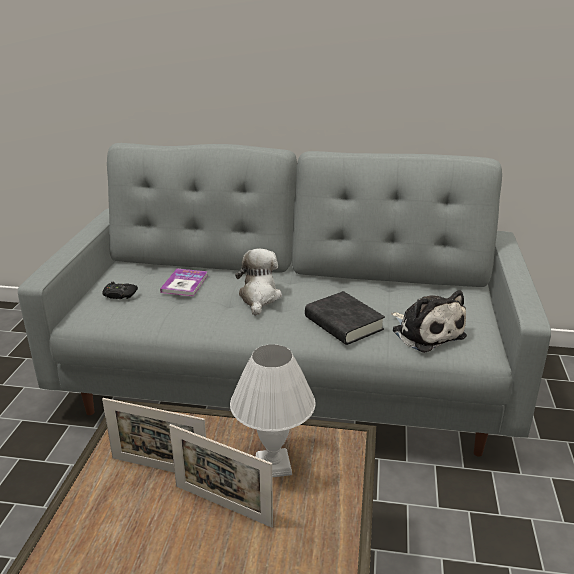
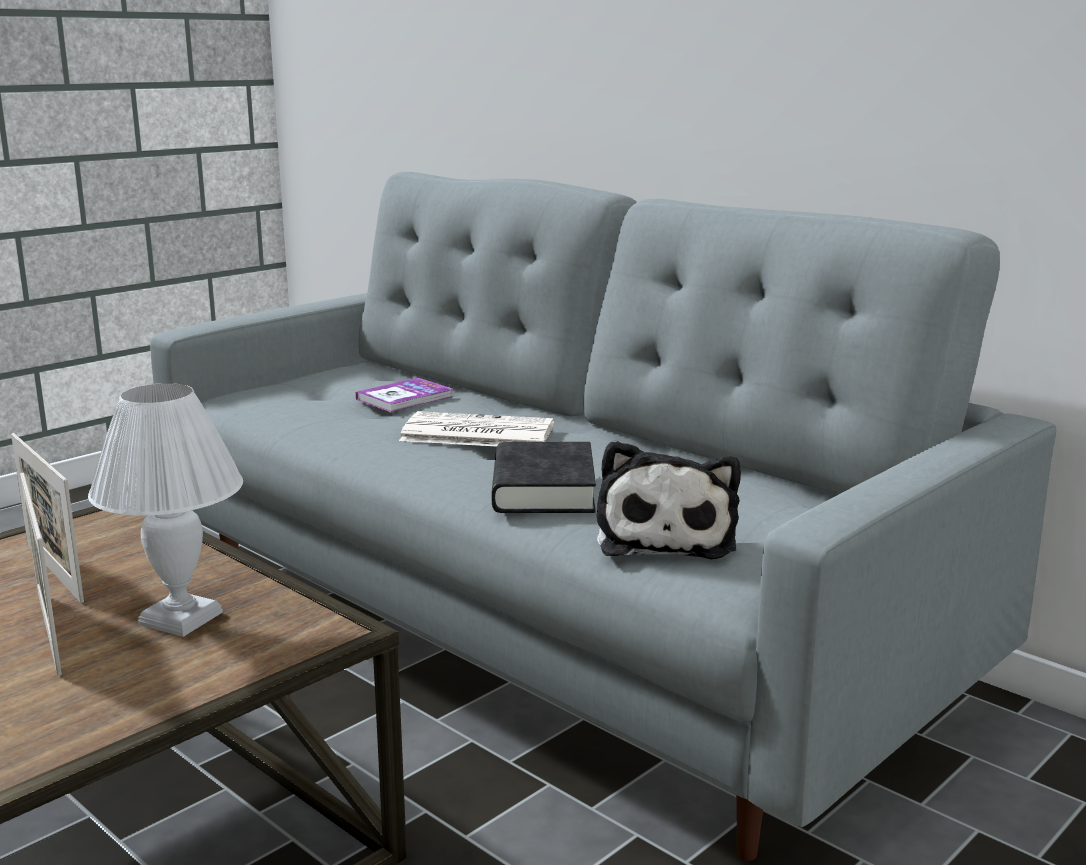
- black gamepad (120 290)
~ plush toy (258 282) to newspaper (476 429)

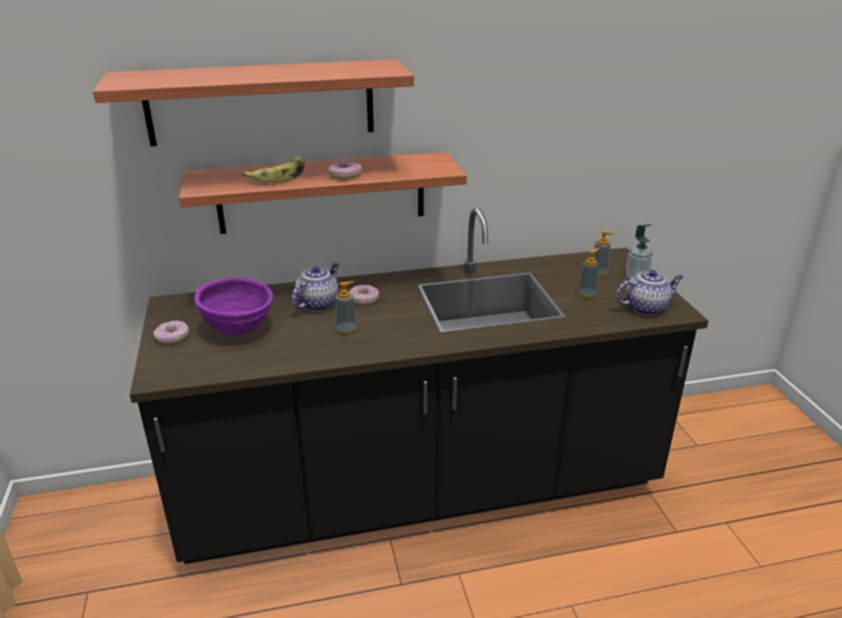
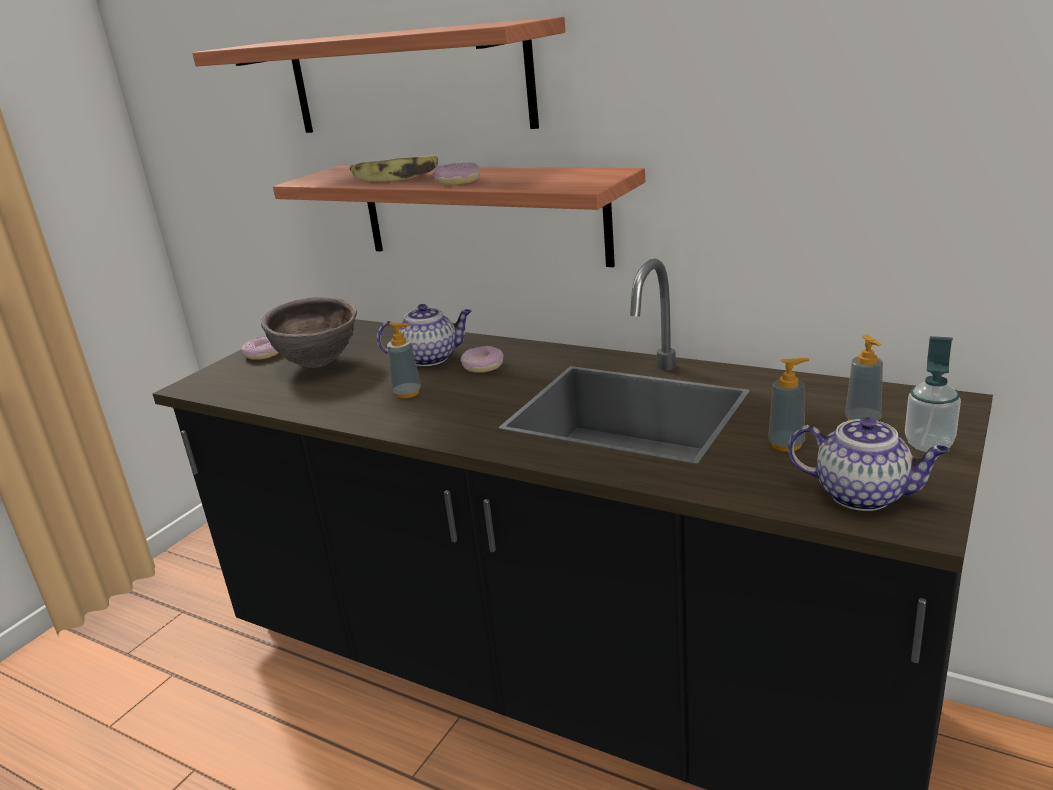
~ purplish serving bowl (233 306) to brownish serving bowl (309 332)

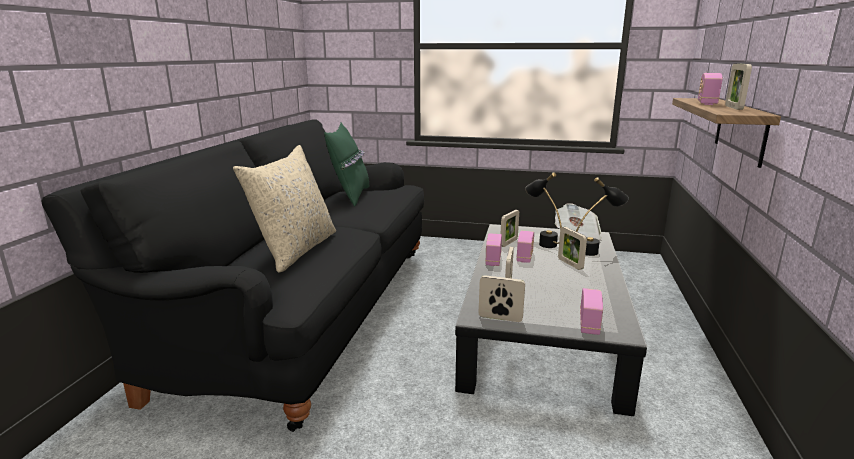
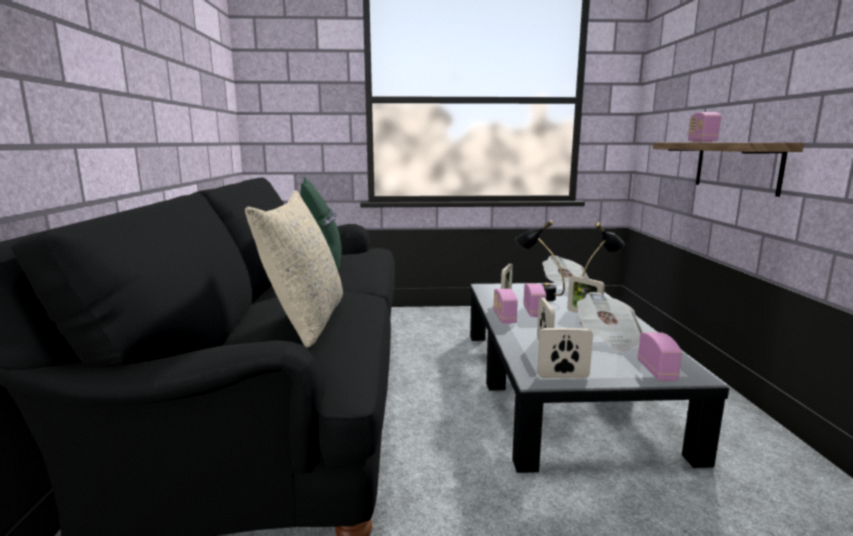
- picture frame (738 86)
+ newspaper (610 322)

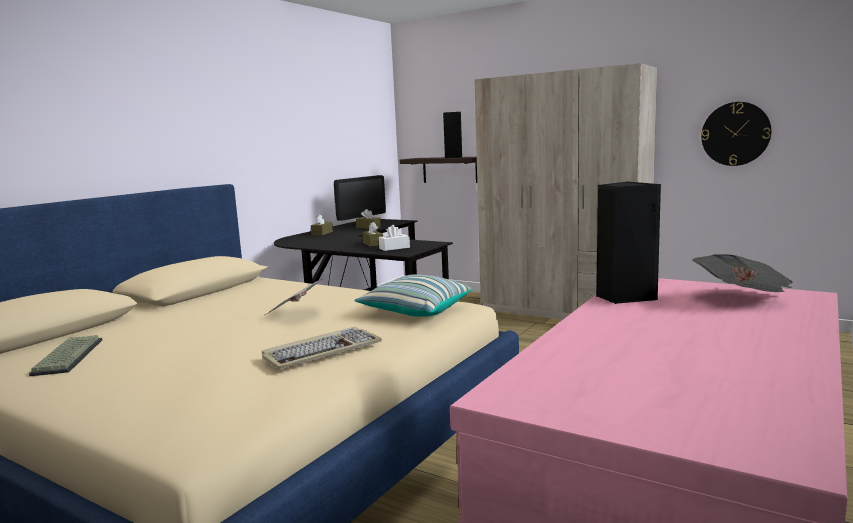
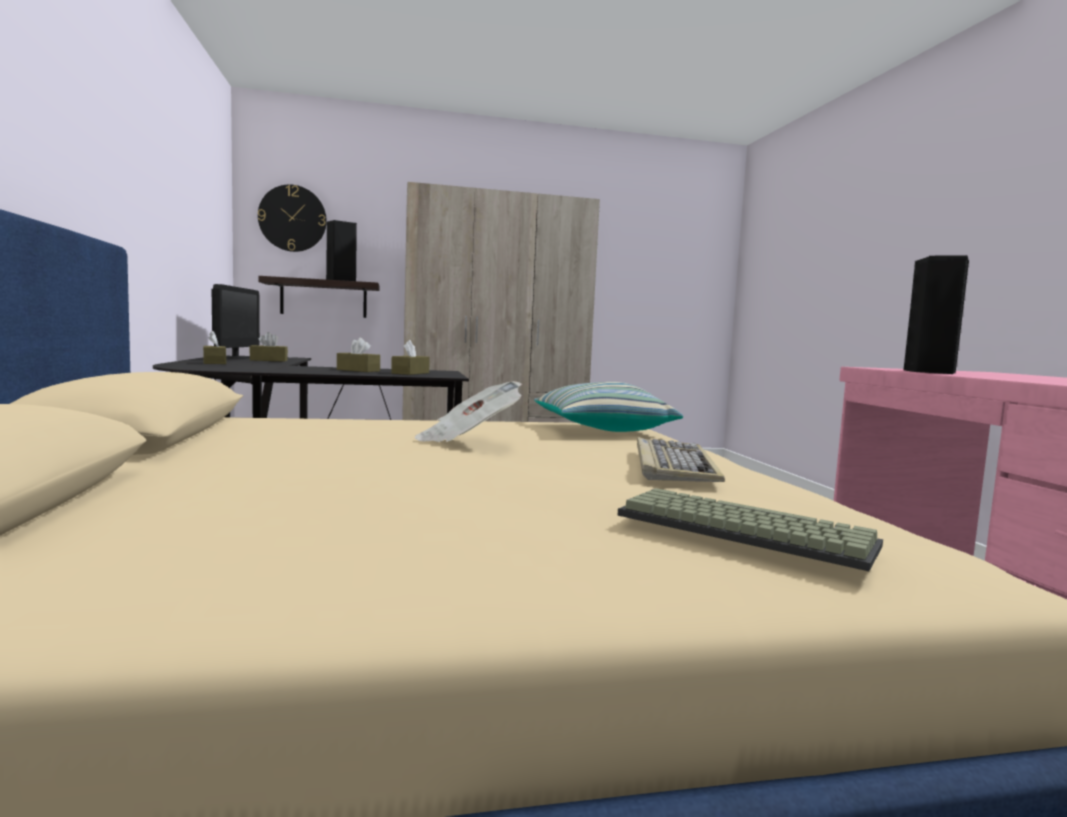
~ PC keyboard (65 355) to (750 529)
~ white box of tissues (394 238) to brownish box of tissues (410 357)
- newspaper (742 273)
~ clock on the wall (736 134) to (292 218)

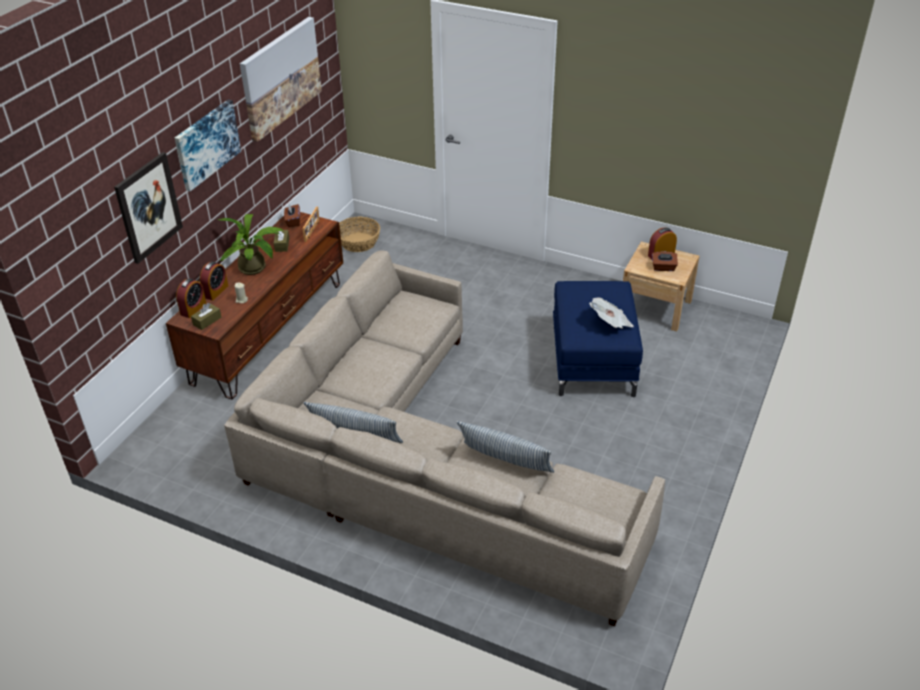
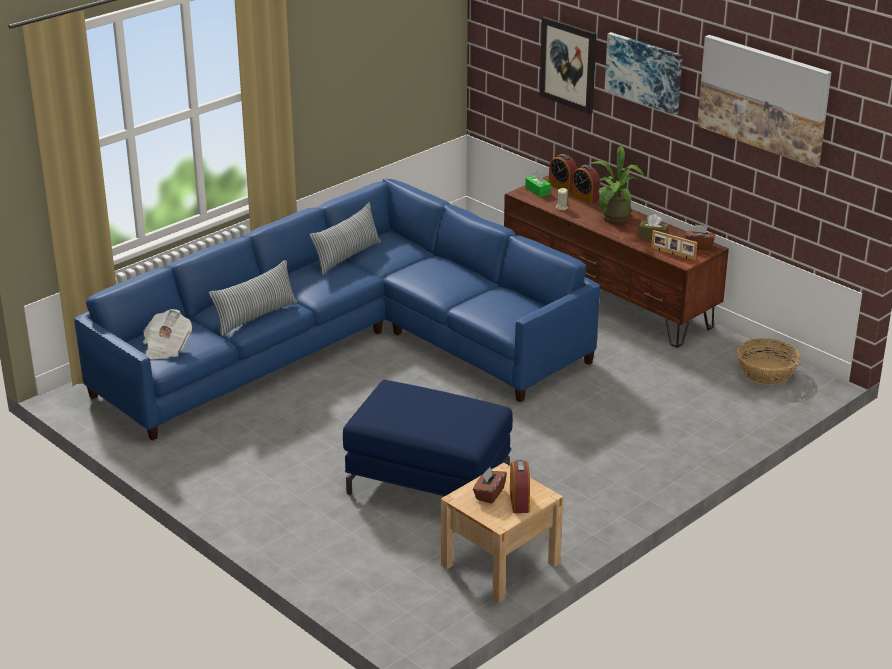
~ brownish box of tissues (206 316) to green-coloured box of tissues (538 184)
~ beige-coloured couch (444 439) to bluish couch (337 310)
~ newspaper (611 313) to (167 334)

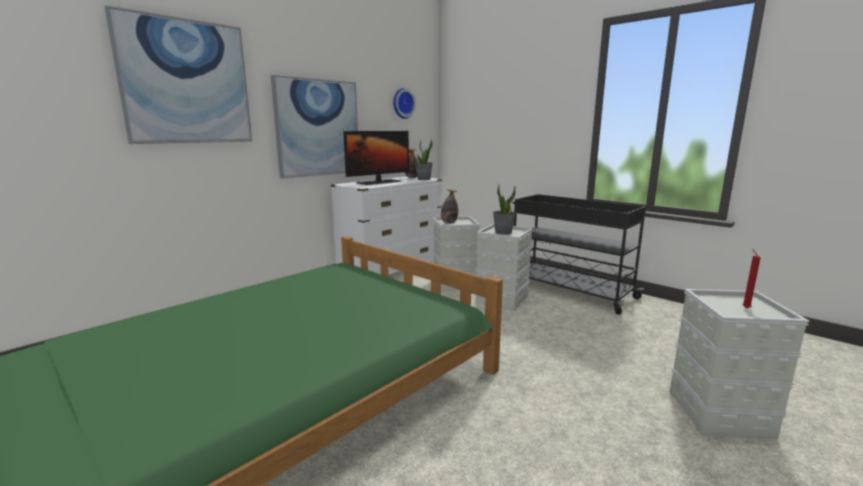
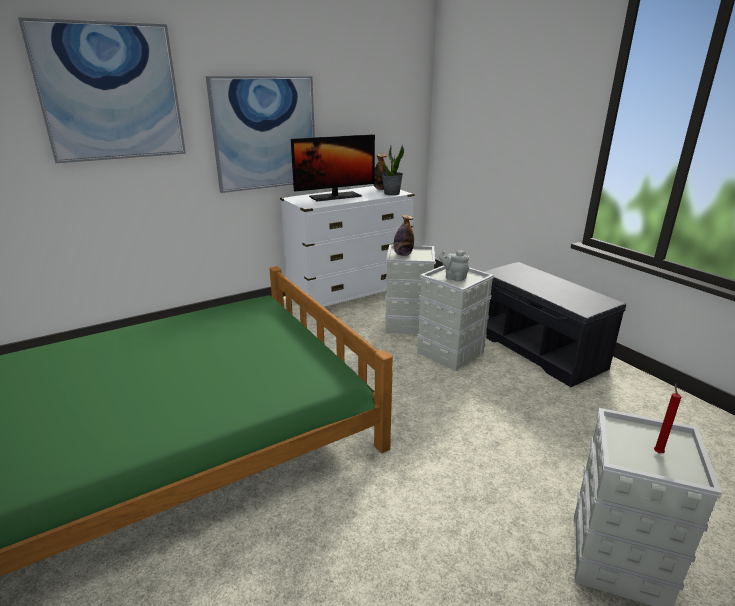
- clock on the wall (404 103)
~ plant in a pot (504 209) to grey pot for tea (454 266)
~ black trolley (579 254) to grey long seat (554 324)

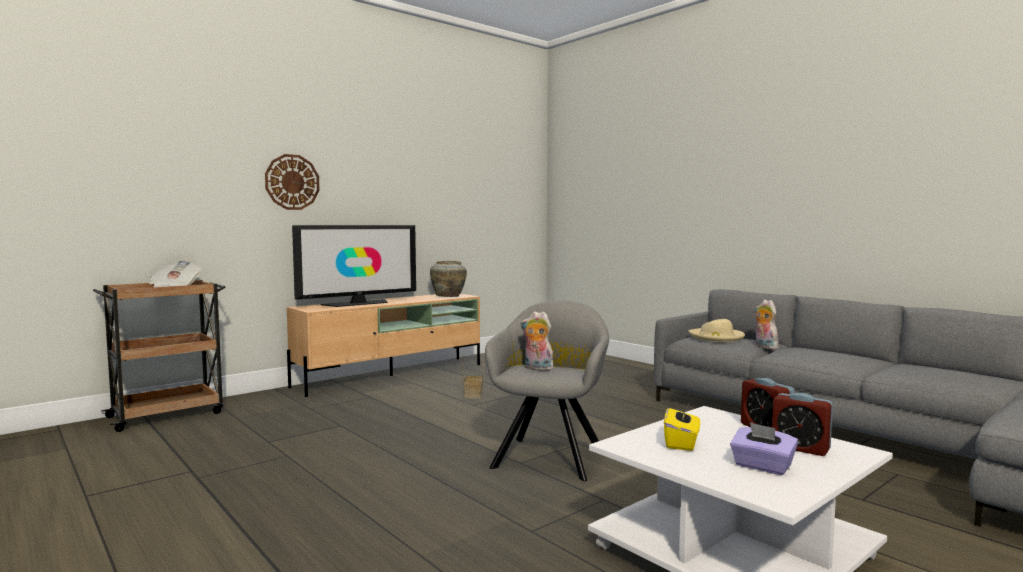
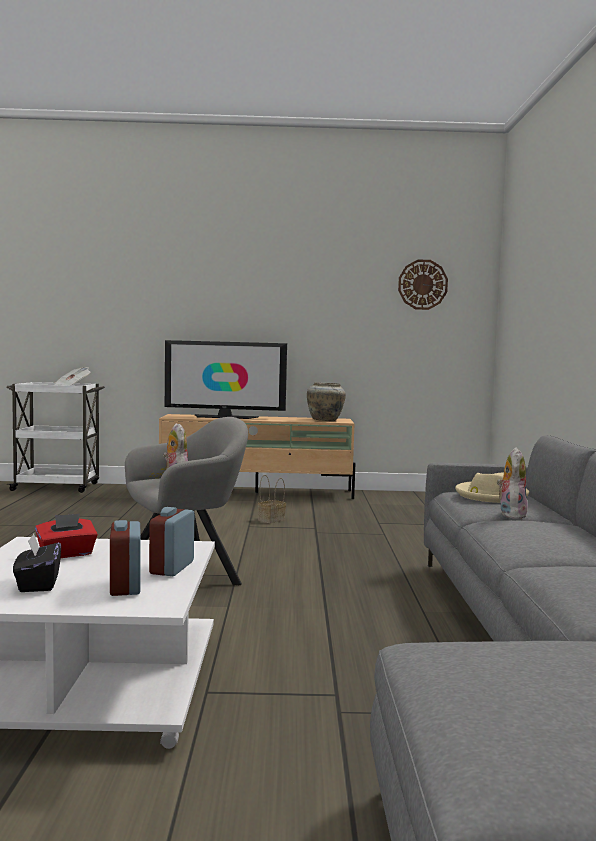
~ brownish trolley (159 356) to white trolley (55 437)
~ clock on the wall (292 182) to (423 285)
~ yellow box of tissues (682 426) to reddish box of tissues (66 535)
~ purplish box of tissues (764 448) to black box of tissues (37 563)

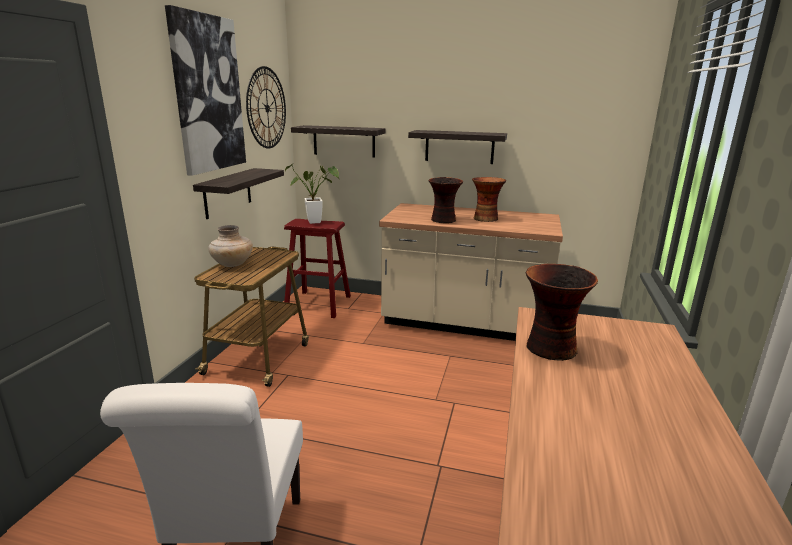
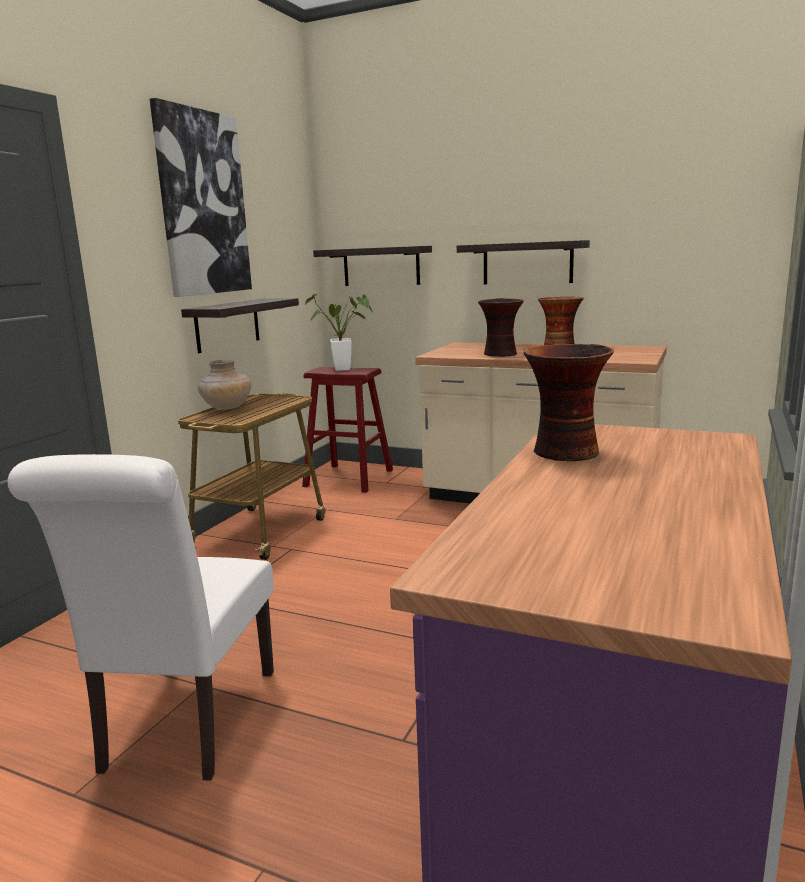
- clock on the wall (266 107)

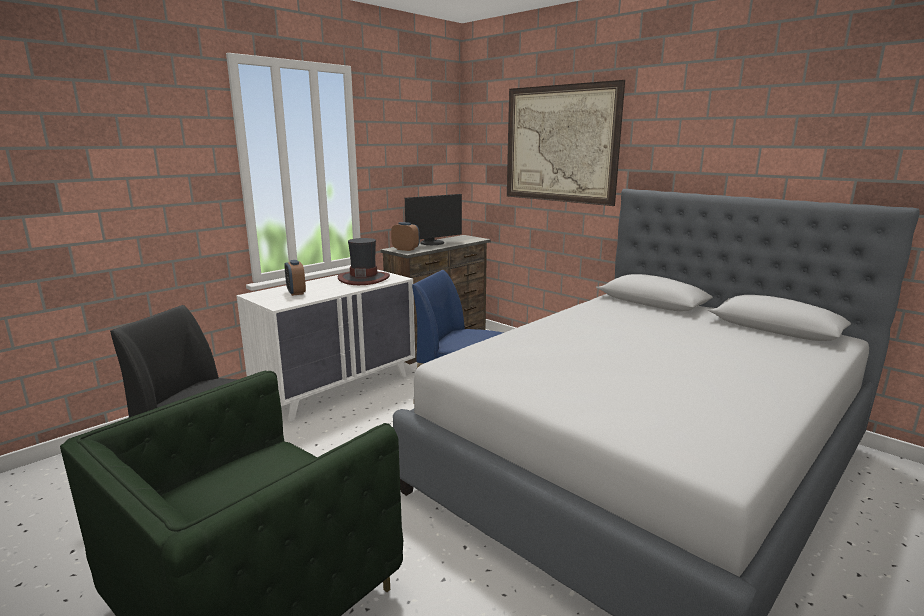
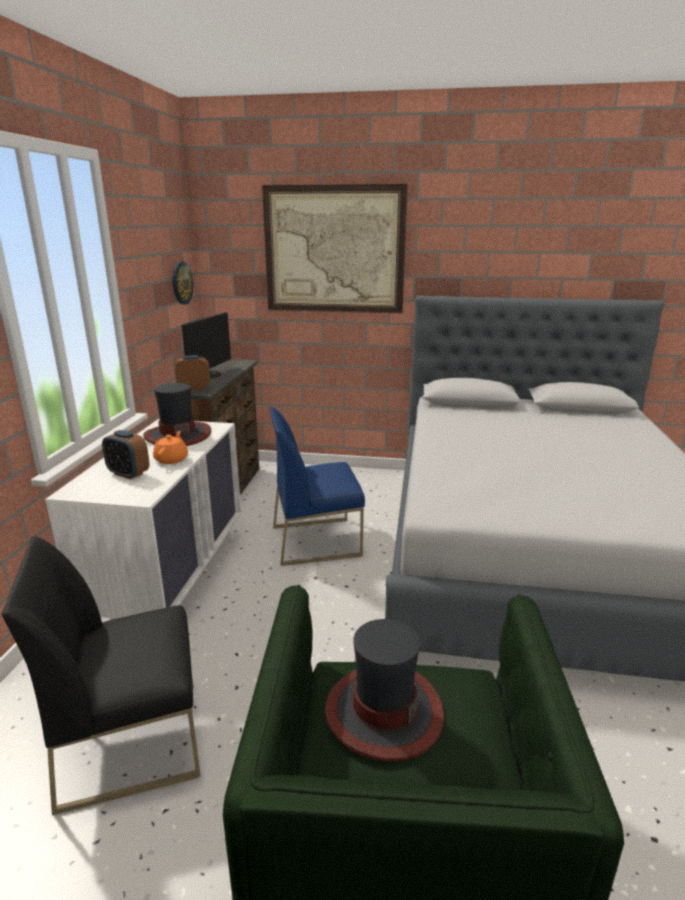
+ orangey pot for tea (170 447)
+ clock on the wall (183 282)
+ wearable hat (384 690)

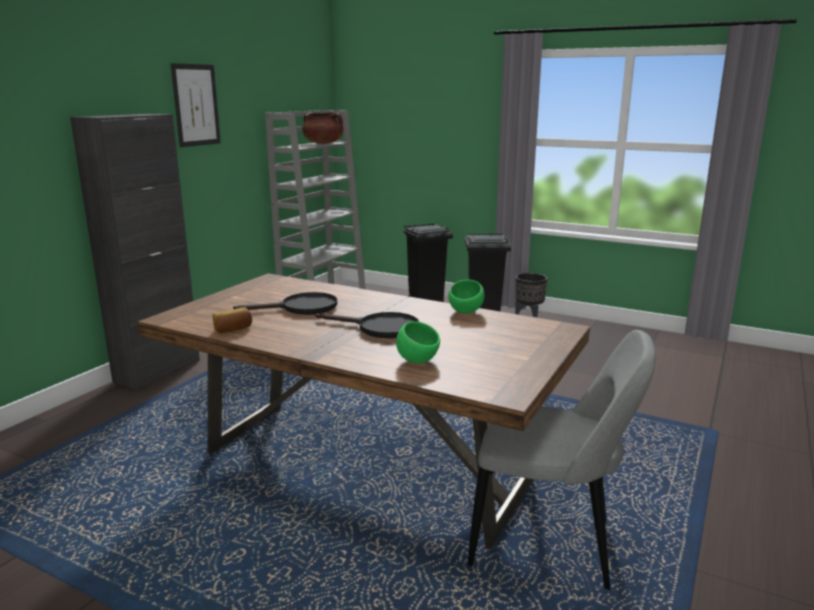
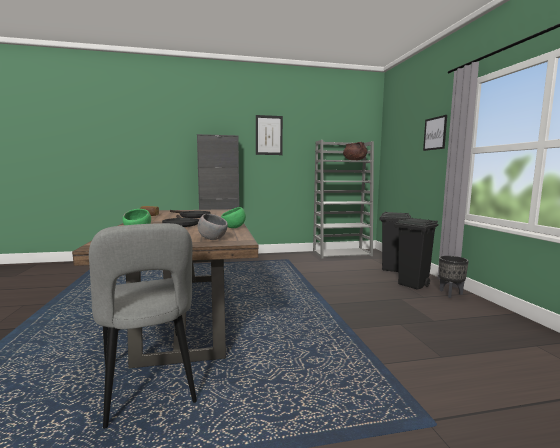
+ grey serving bowl (213 227)
+ wall picture (435 133)

